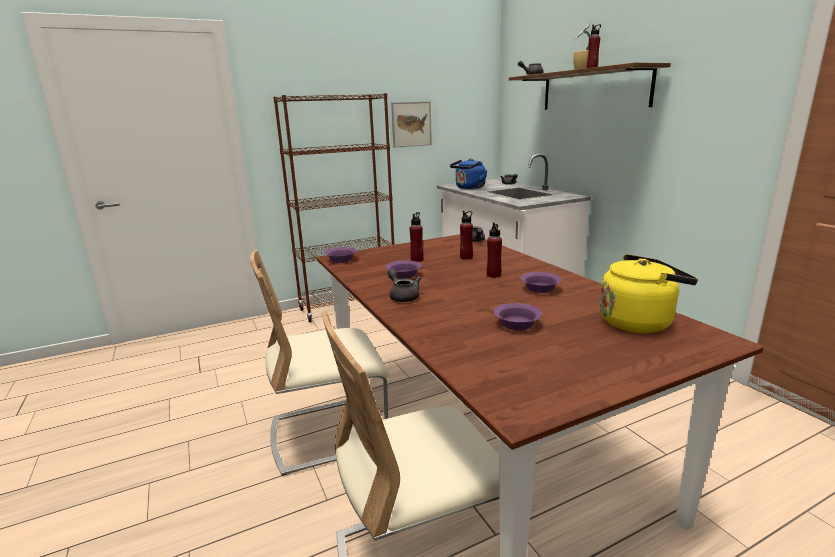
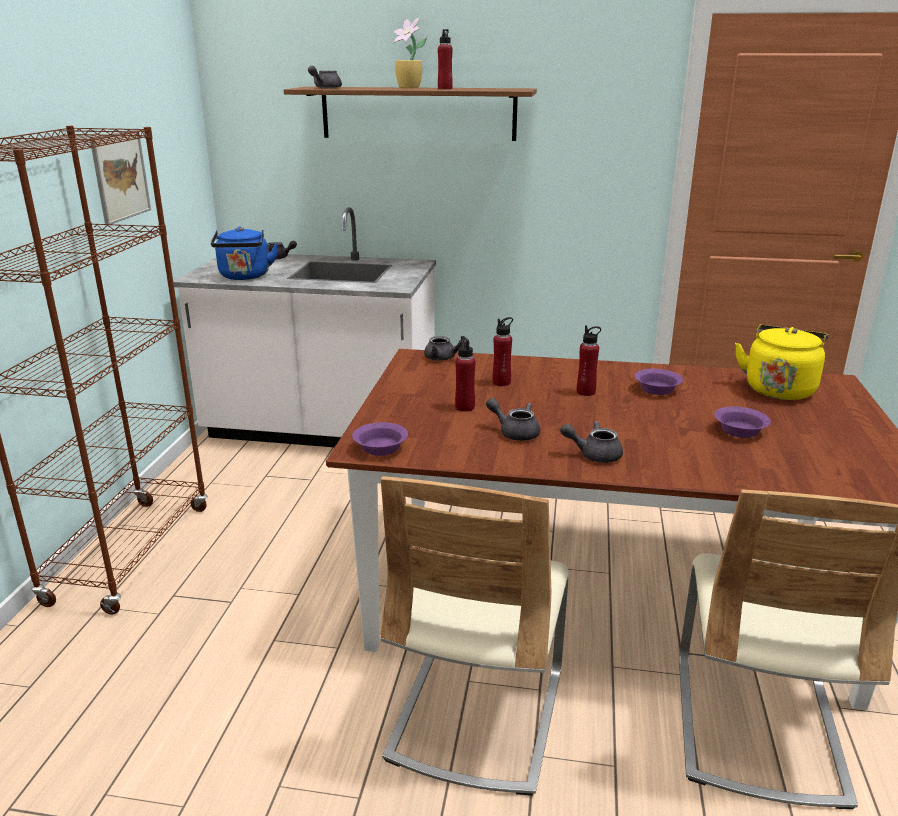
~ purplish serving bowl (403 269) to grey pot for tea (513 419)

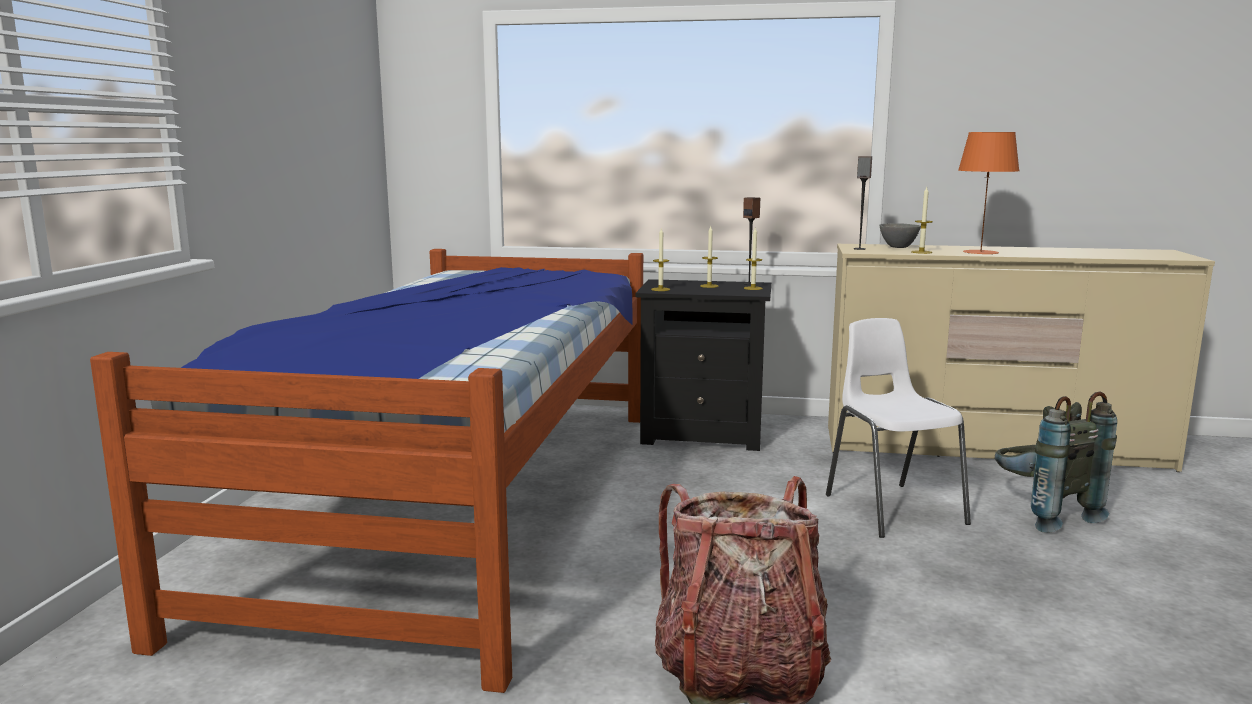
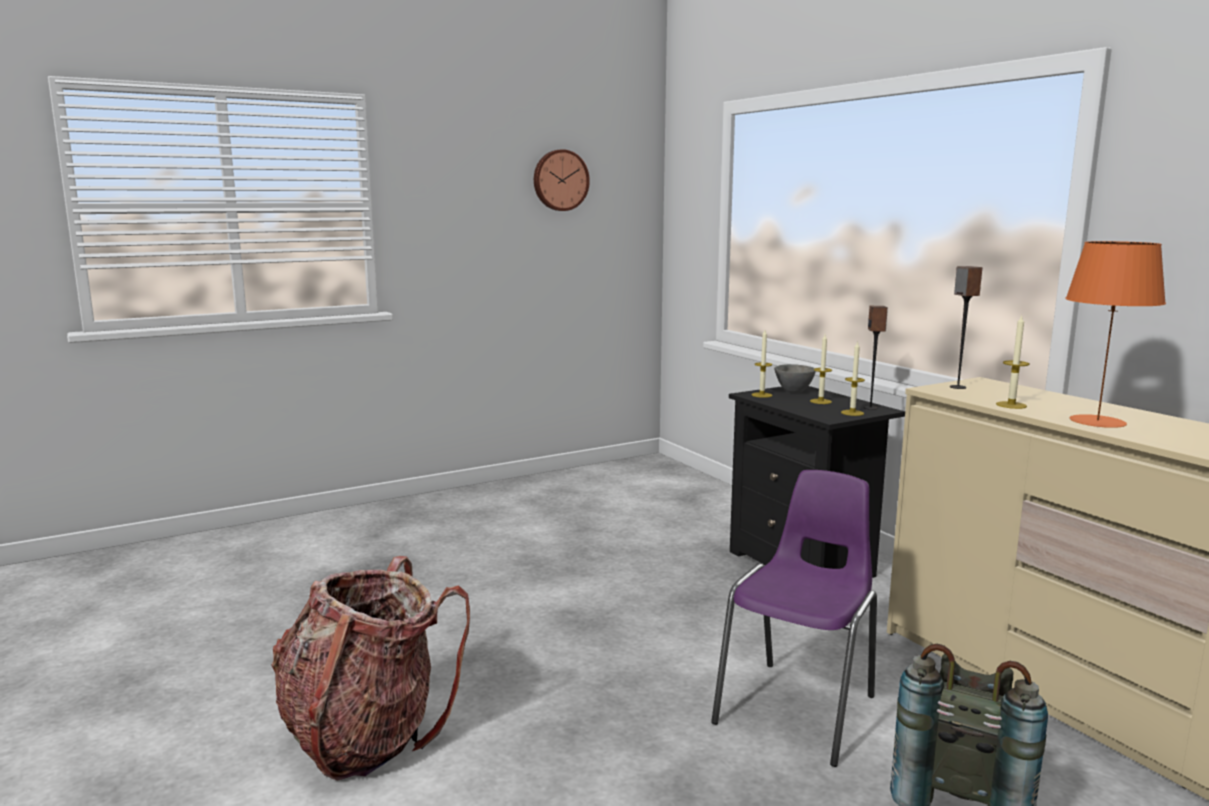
- bed (366 471)
~ white upright chair (898 428) to purplish upright chair (794 618)
~ grey serving bowl (900 235) to (795 378)
+ clock on the wall (562 180)

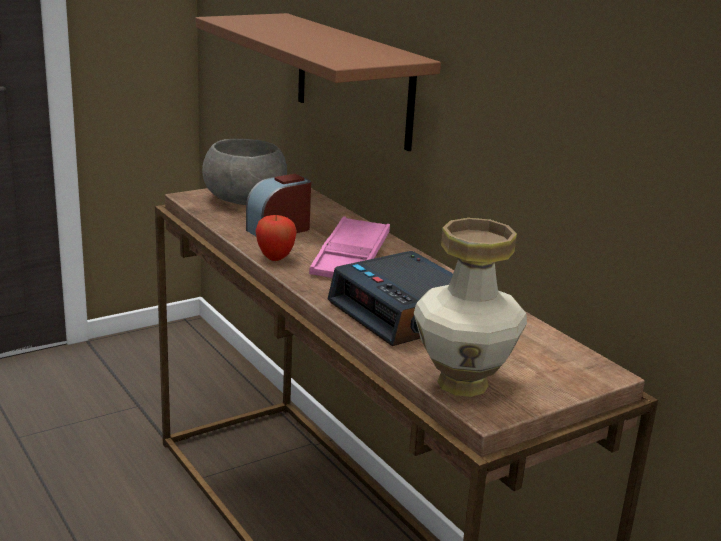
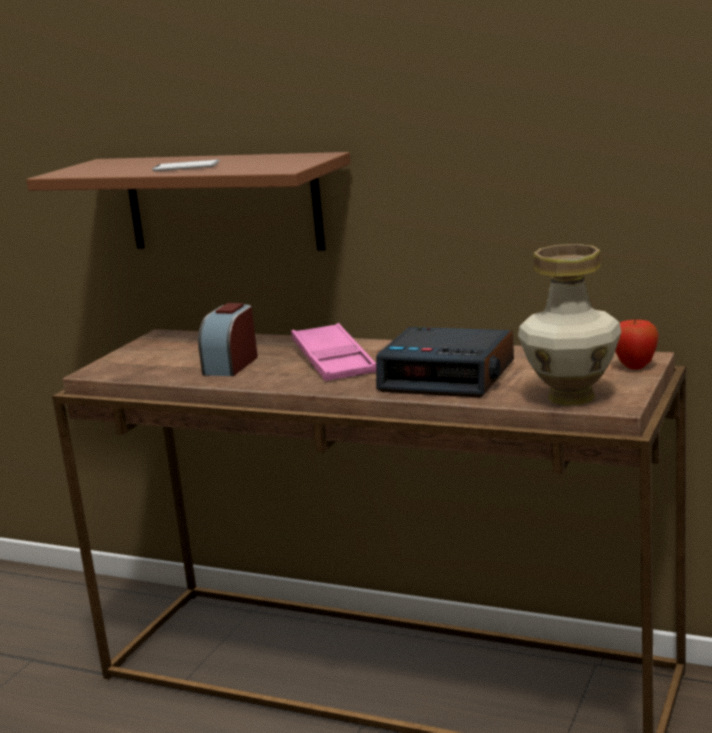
- grey serving bowl (244 172)
~ apple (276 237) to (637 343)
+ handset (186 165)

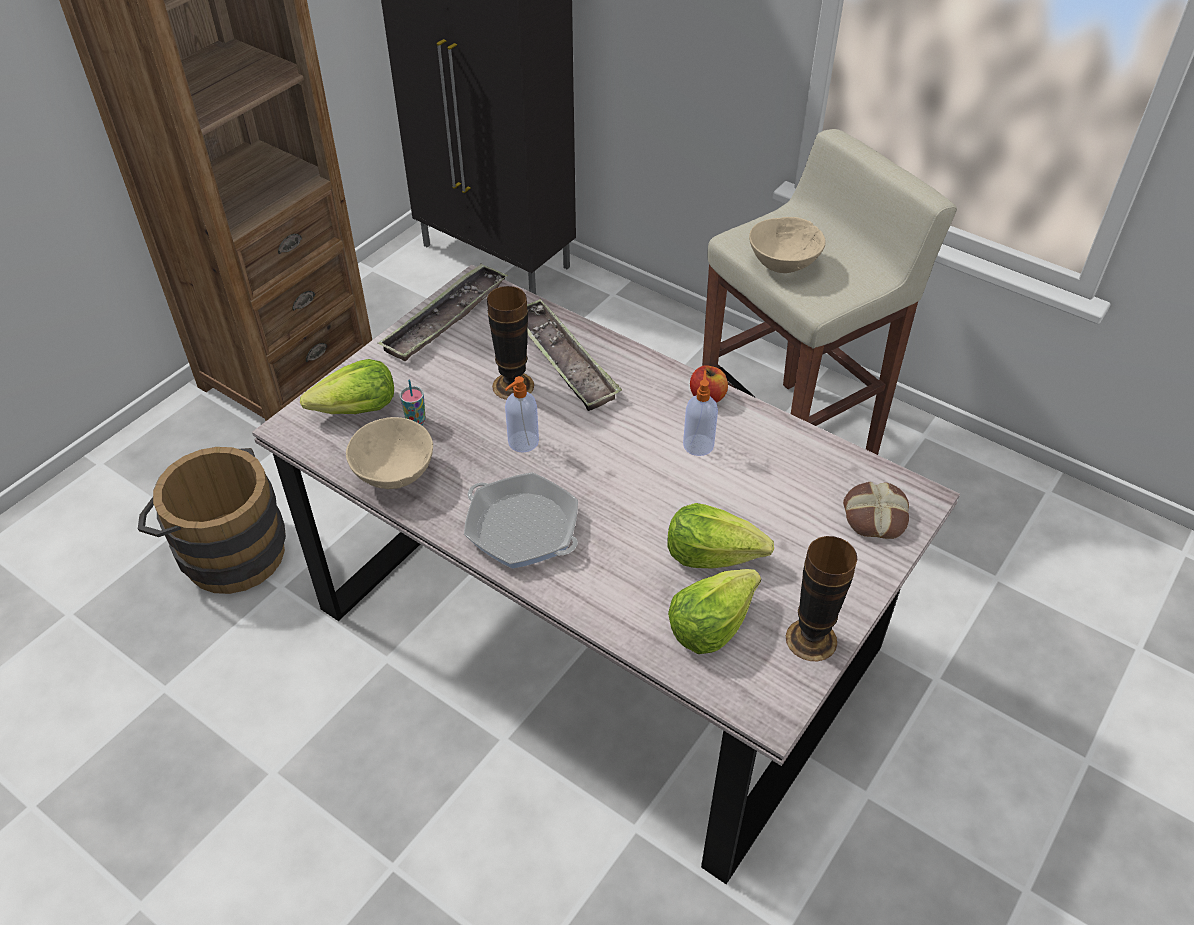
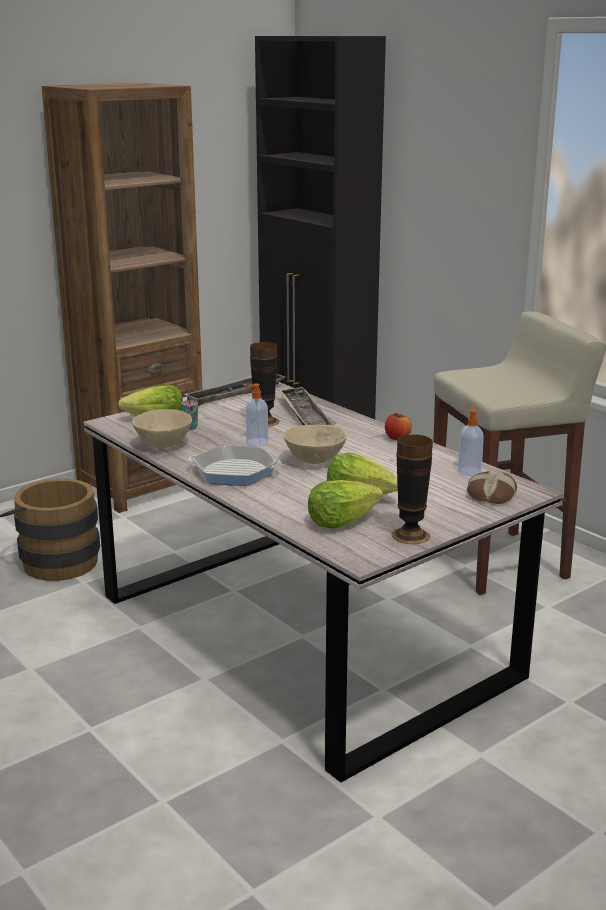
~ pan (521 520) = (235 465) 45 degrees counterclockwise
~ soap dispenser (700 413) to (471 441)
~ beige-coloured serving bowl (787 245) to (315 444)

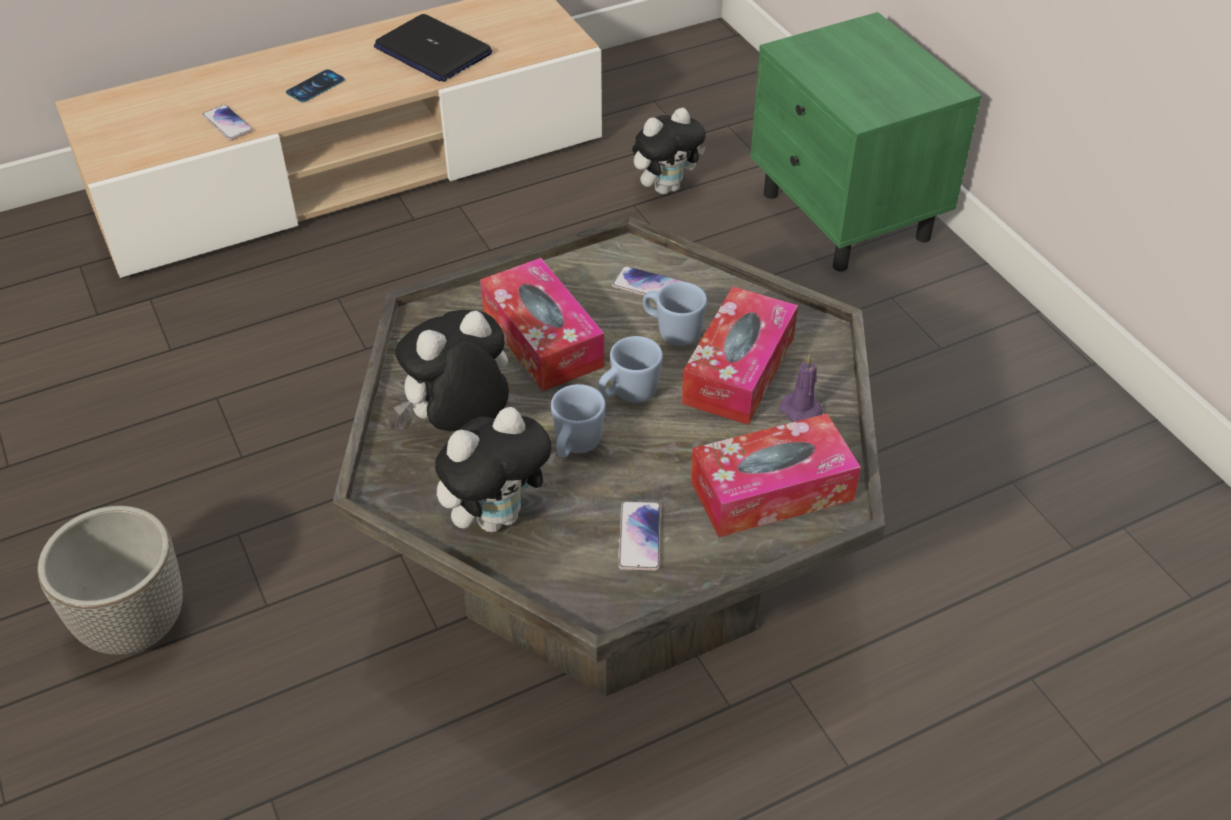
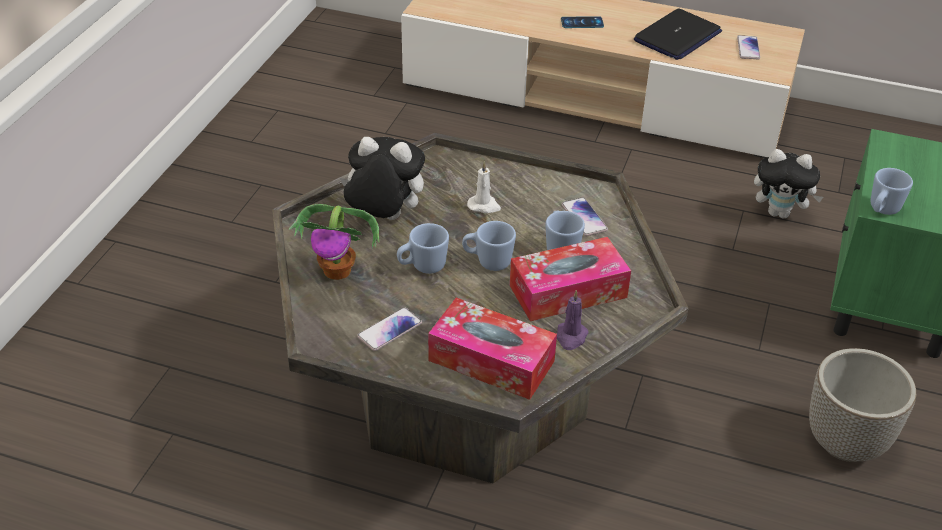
~ plant pot (110 580) to (862 405)
~ handset (227 122) to (748 47)
~ notebook computer (433 48) = (678 34) 135 degrees counterclockwise
~ plush toy (495 469) to plant in a pot (333 242)
~ box of tissues (542 324) to white wax candle (484 187)
+ bluish mug (892 191)

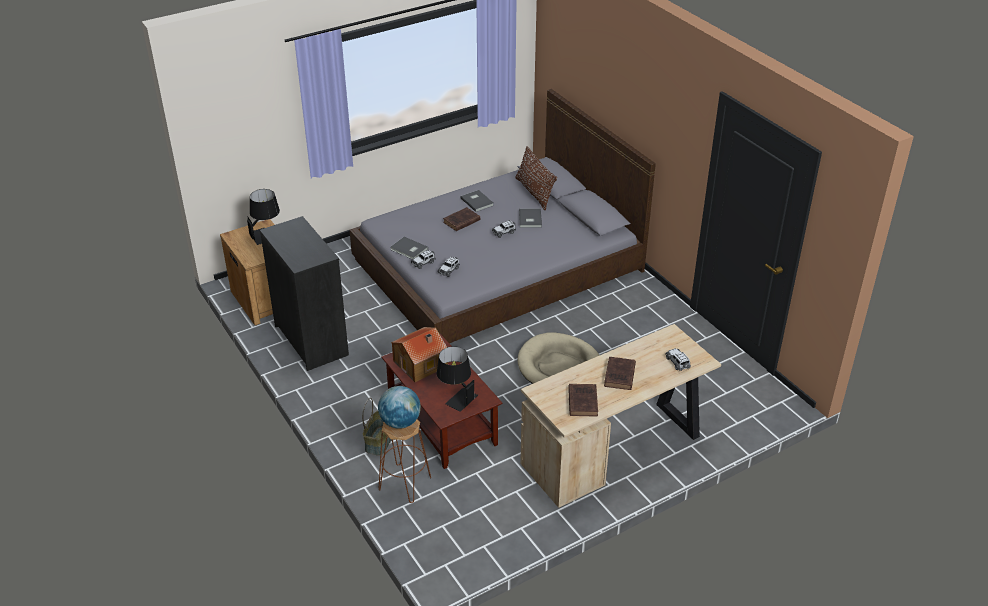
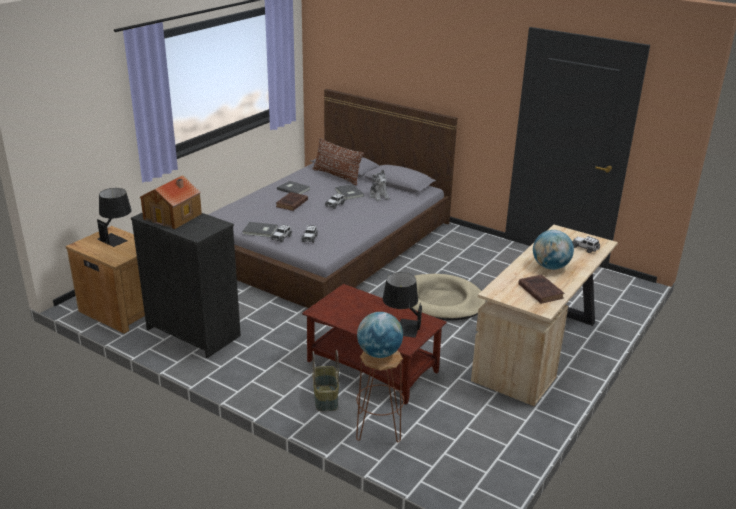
~ miniature house (419 354) to (171 202)
~ brownish book (620 373) to globe (553 250)
+ plush toy (379 185)

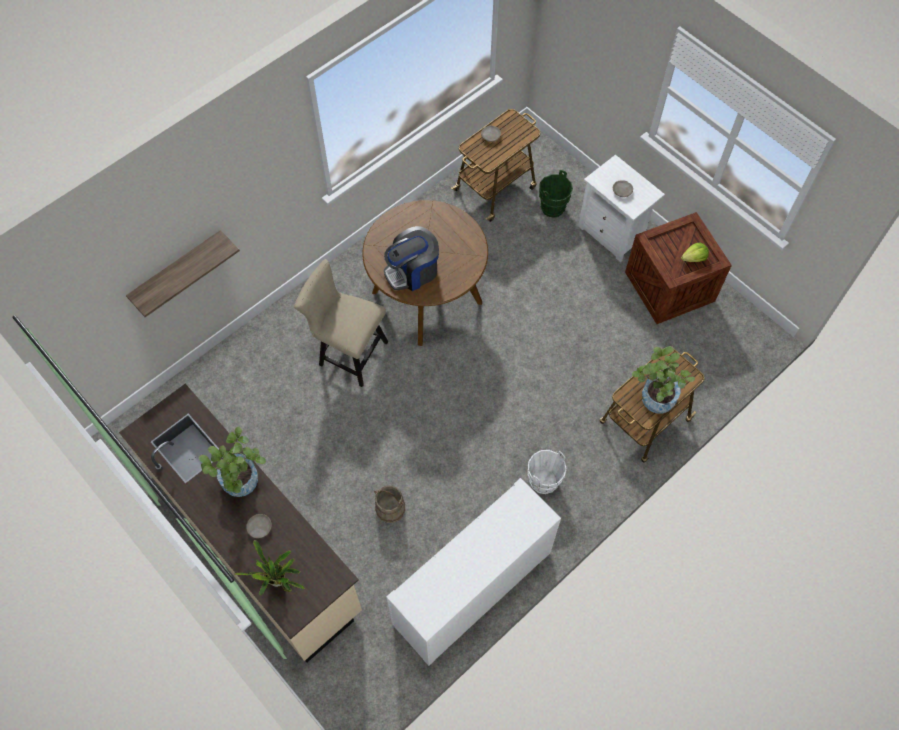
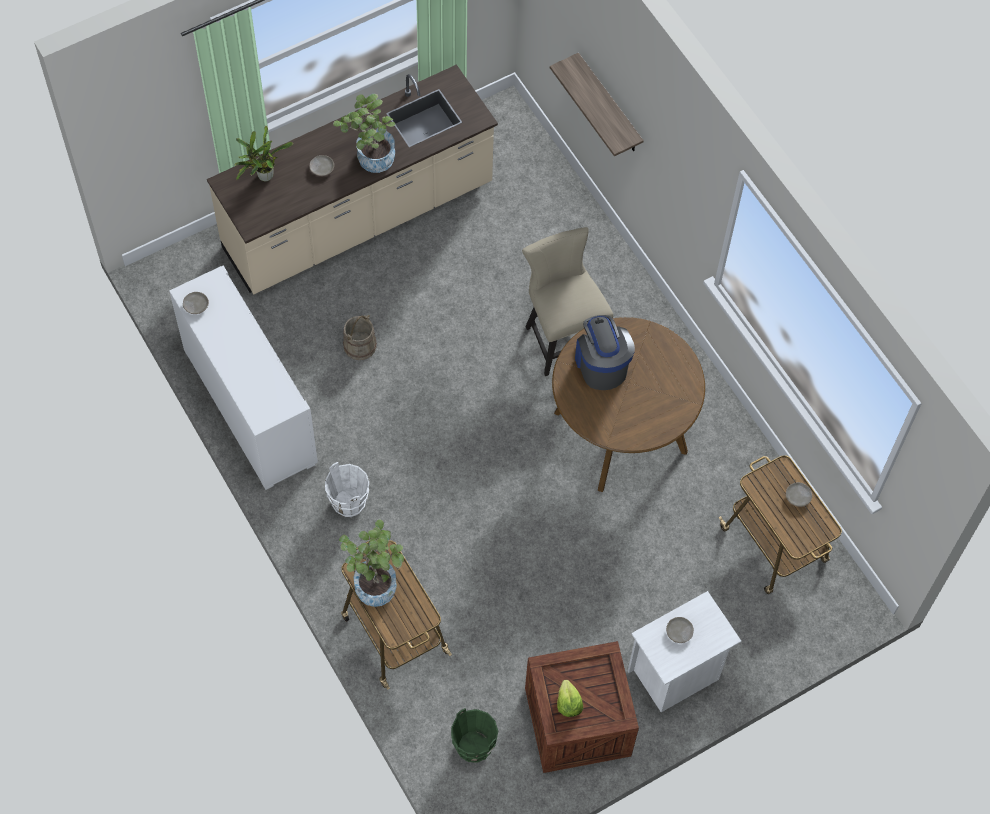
~ beige-coloured upright chair (341 323) = (567 301) 60 degrees counterclockwise
~ green-coloured water bucket (556 194) to (474 735)
+ beige-coloured dinner plate (196 303)

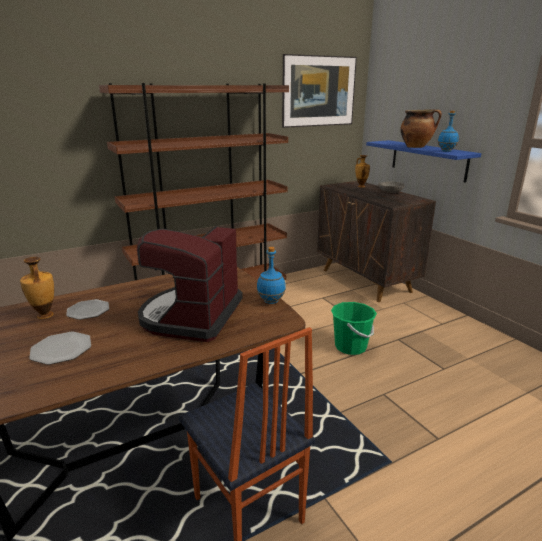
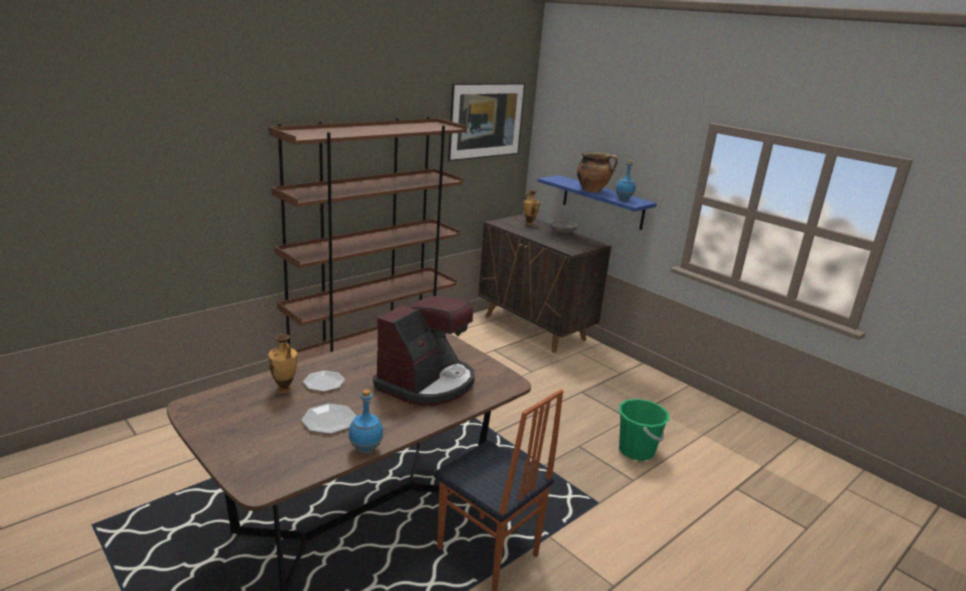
~ coffee maker (190 284) = (424 351) 150 degrees counterclockwise
~ bluish drink bottle (271 275) to (365 421)
~ green-coloured water bucket (354 328) to (644 430)

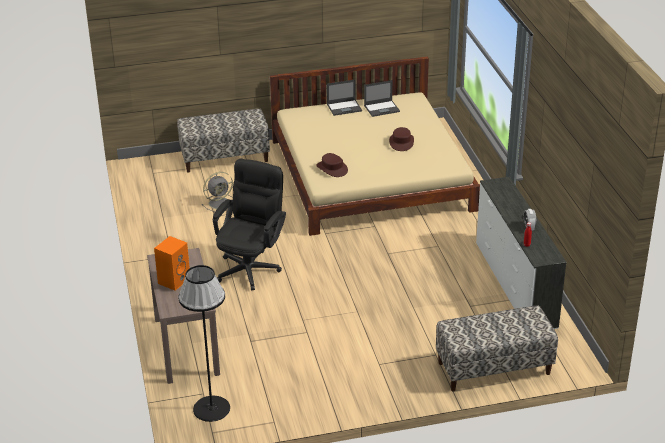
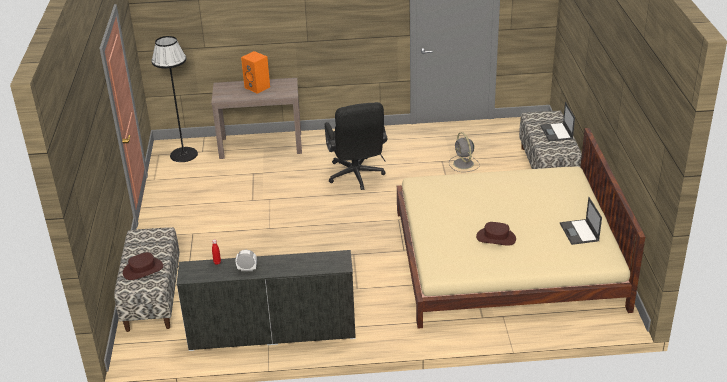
~ black desk chair (249 225) = (355 146) 45 degrees clockwise
~ brownish wearable hat (332 165) to (143 266)
~ notebook computer (344 98) to (557 121)

